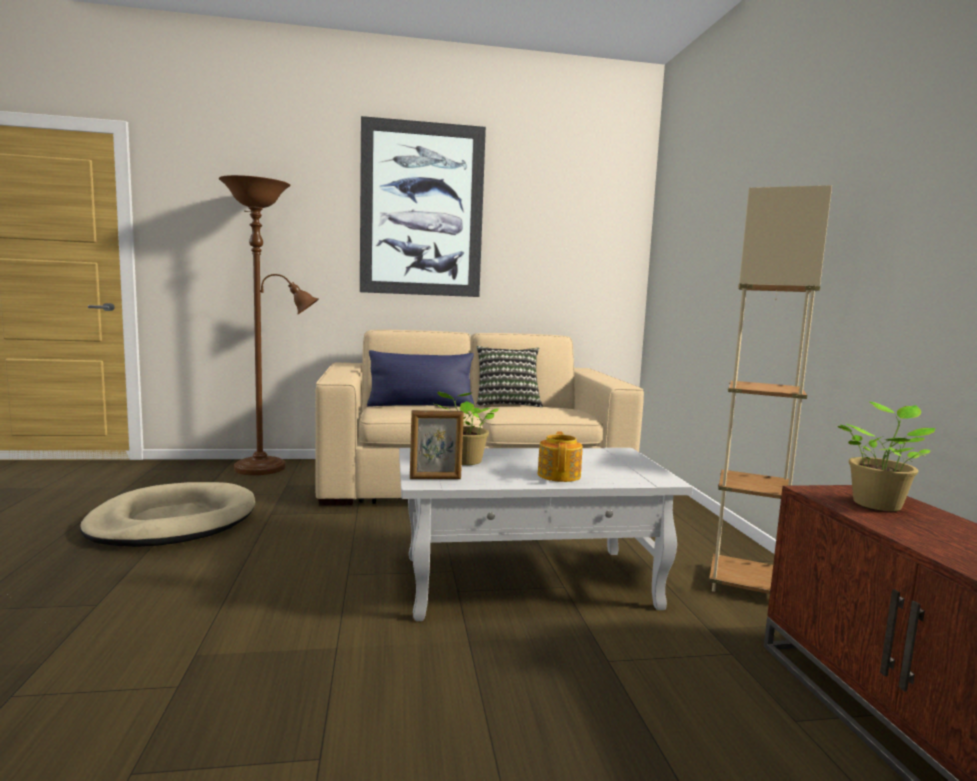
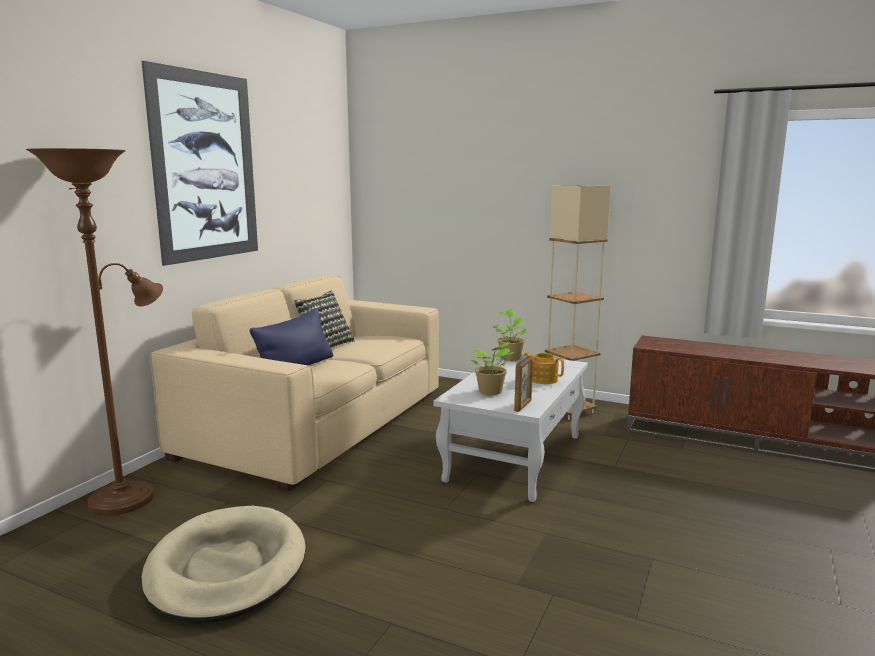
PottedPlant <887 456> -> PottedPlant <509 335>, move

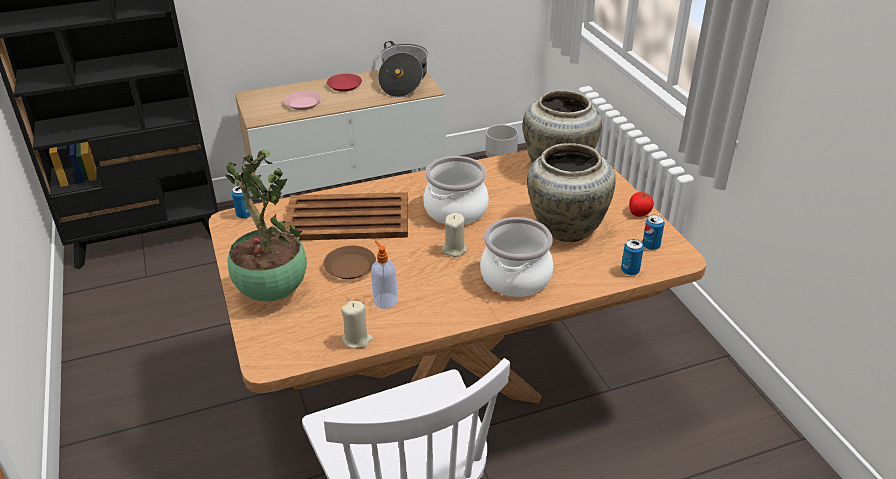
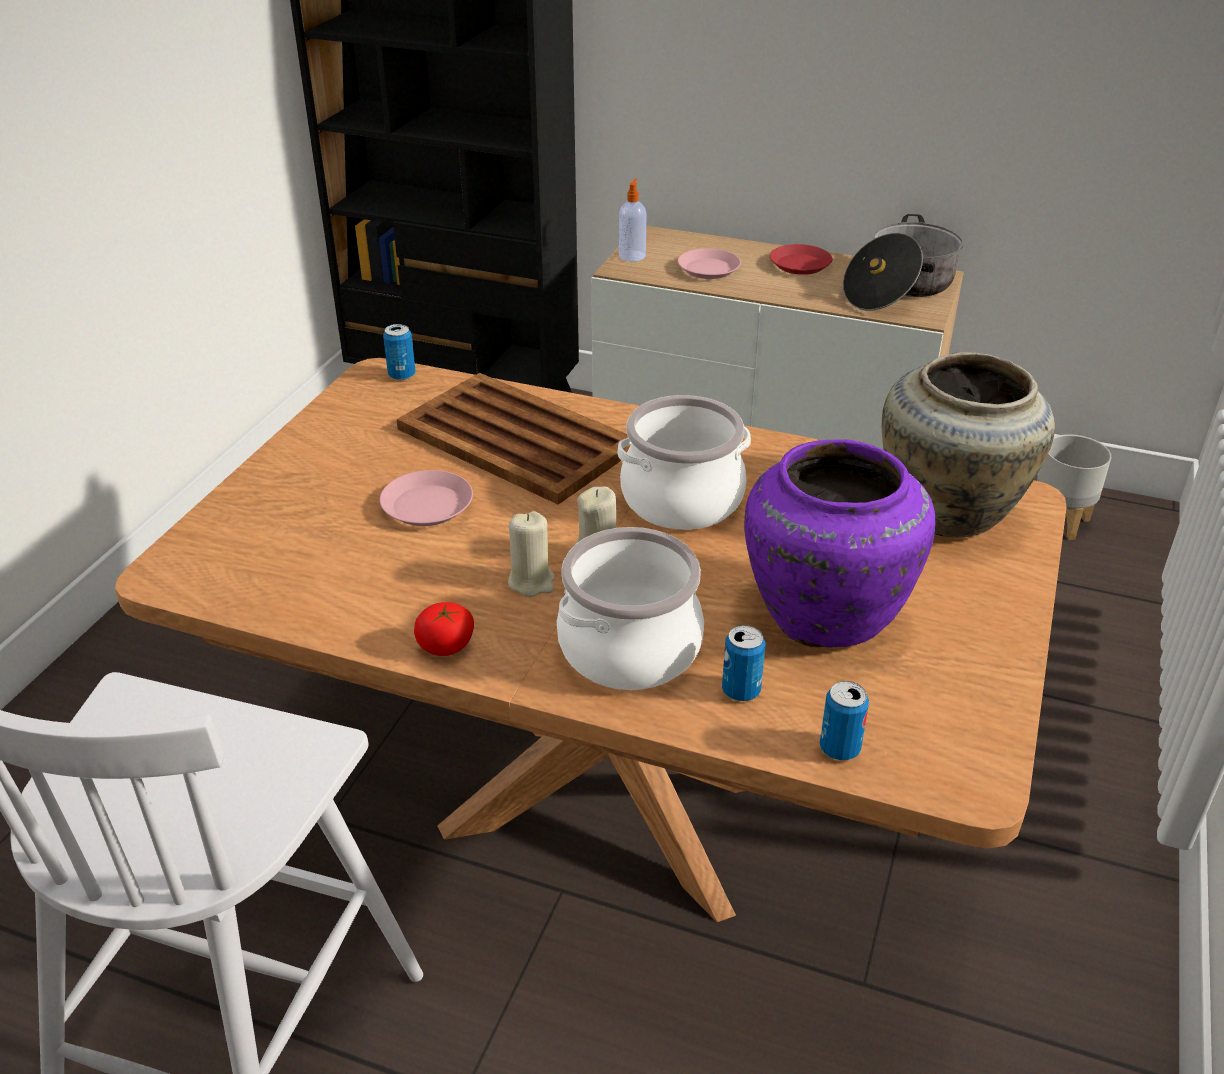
BrownPlate <349 262> -> PinkPlate <426 498>
Tomato <641 204> -> Tomato <444 629>, move
BeigeCandle <357 325> -> BeigeCandle <531 554>, move
SoapDispenser <384 274> -> SoapDispenser <632 219>, move
Can <653 232> -> Can <743 663>, move
BeigeVase <571 192> -> PurpleVase <839 543>
PottedPlant <265 225> -> none

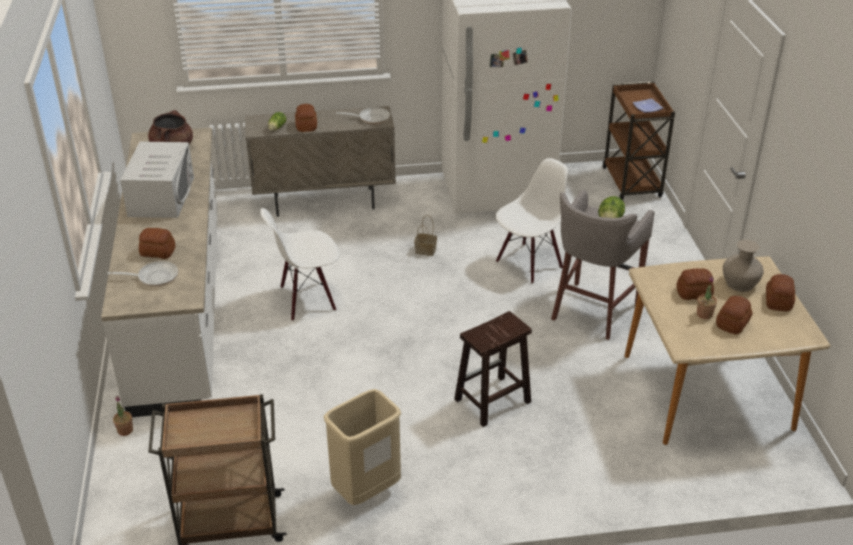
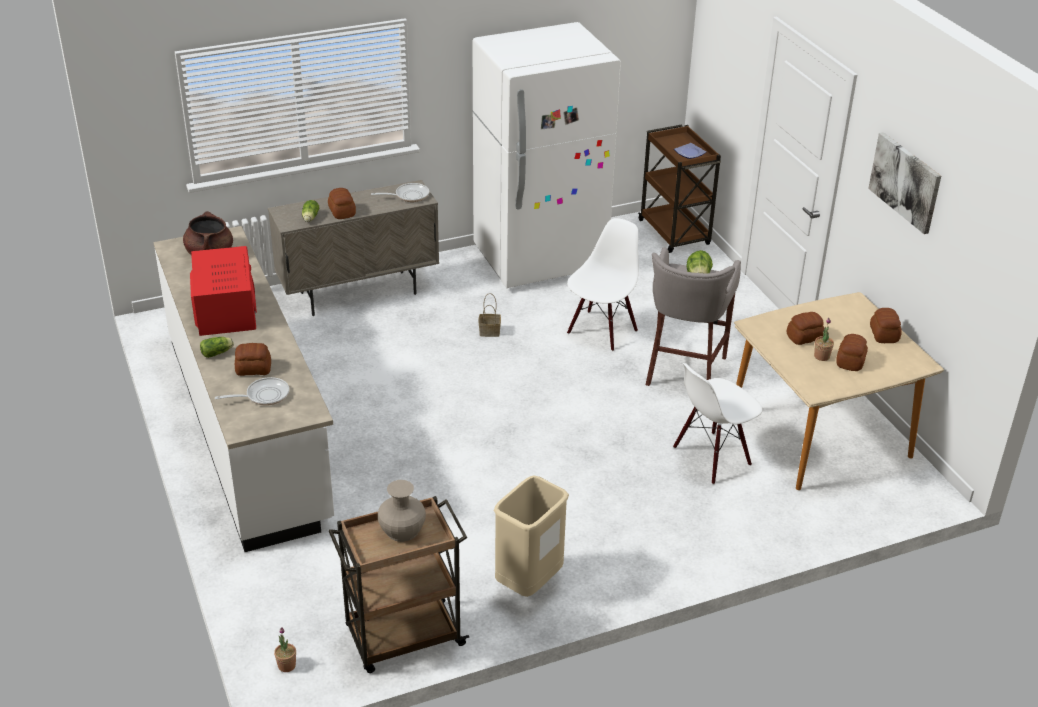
WhiteMicrowave <157 180> -> RedMicrowave <223 291>
none -> Lettuce <217 347>
PottedPlant <123 416> -> PottedPlant <285 649>, move
BeigeVase <743 266> -> BeigeVase <402 511>, move
WhiteChair <299 264> -> WhiteChair <718 424>, move
none -> Picture <904 183>
BrownStool <493 369> -> none

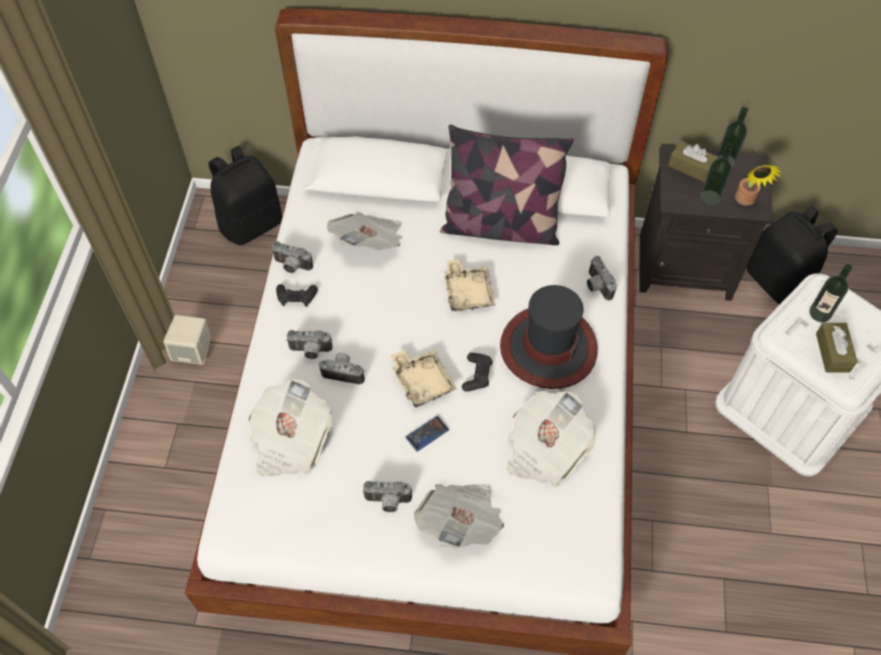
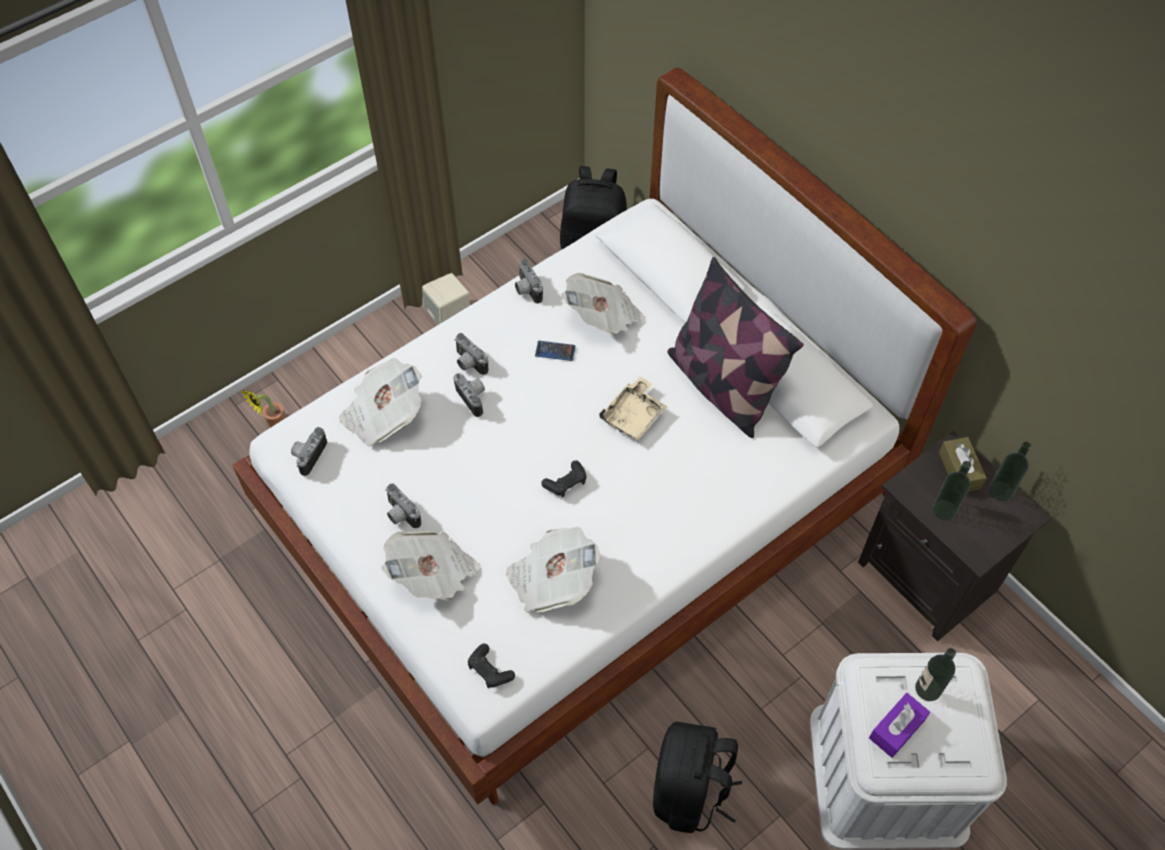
PottedPlant <758 185> -> PottedPlant <264 409>, move
PhotoCamera <602 278> -> PhotoCamera <309 451>, move
BlackGameController <297 295> -> BlackGameController <491 665>, move
Phone <427 434> -> Phone <555 351>, move
BlackBackpack <792 255> -> BlackBackpack <697 777>, move
BrownTissueBox <836 348> -> PurpleTissueBox <899 725>
BeigeTray <424 378> -> none
Hat <549 337> -> none

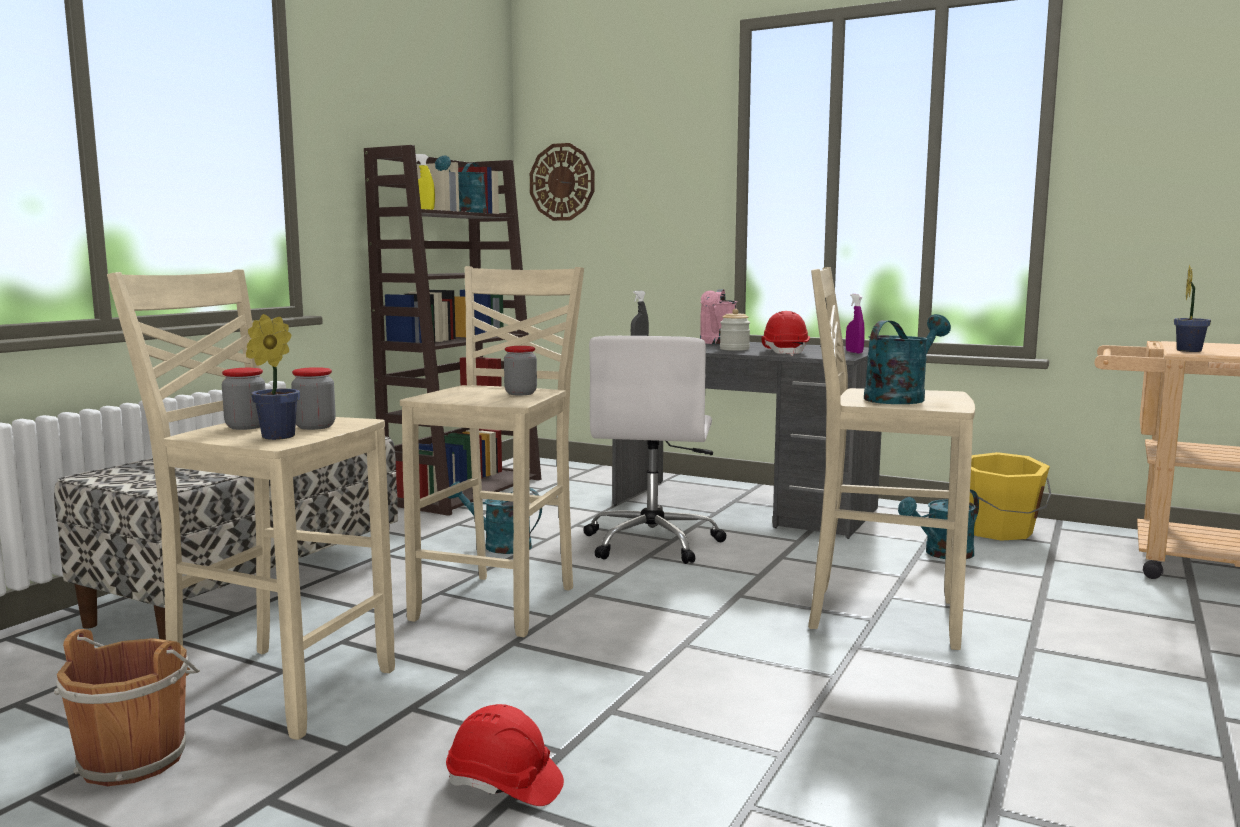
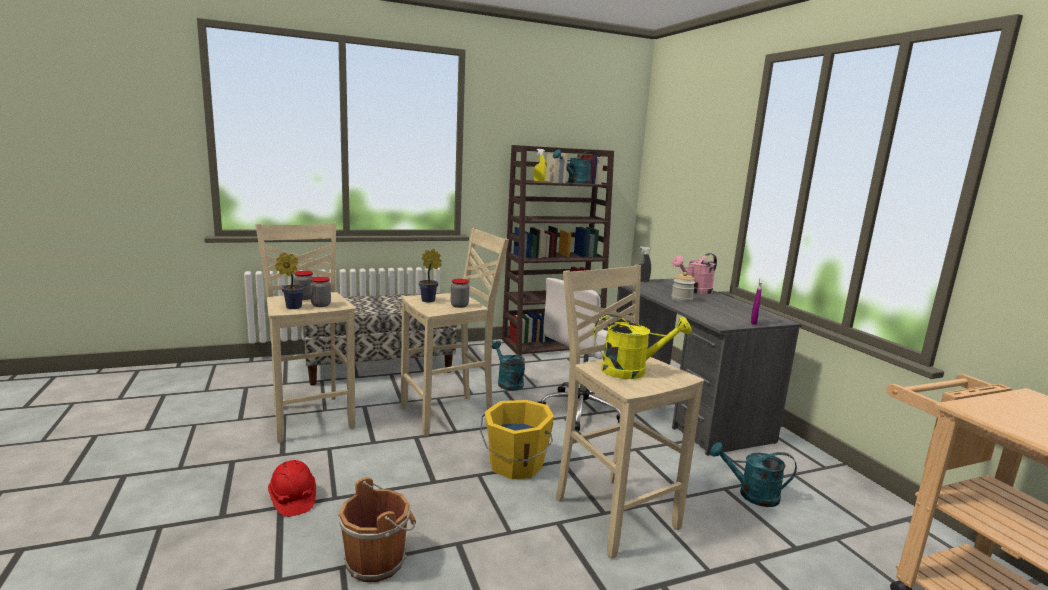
BrownBucket <127 707> -> BrownBucket <377 529>, move
PottedPlant <1192 308> -> PottedPlant <430 275>, move
YellowBucket <1010 496> -> YellowBucket <517 439>, move
TurquoiseWateringCan <907 359> -> YellowWateringCan <643 346>
WallClock <562 182> -> none
RedHardHat <786 333> -> none

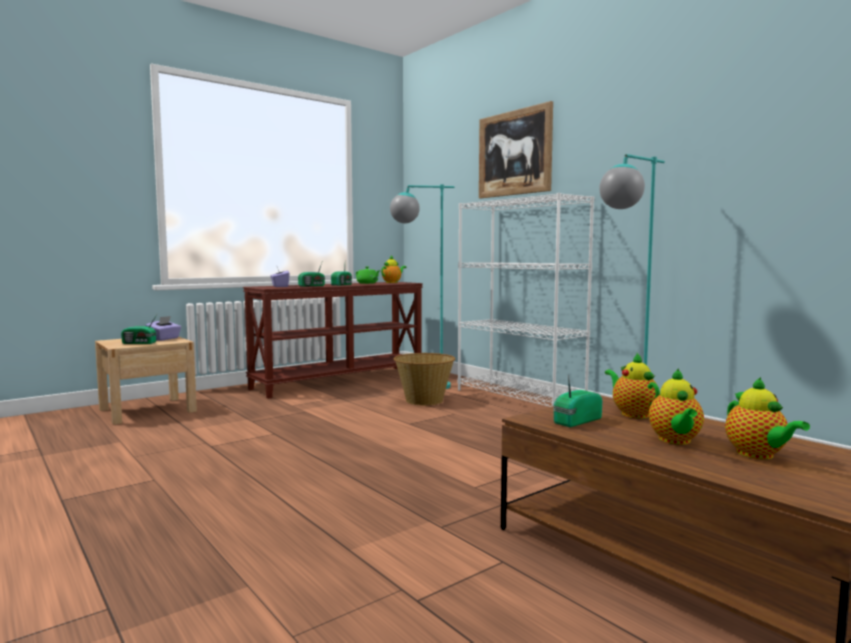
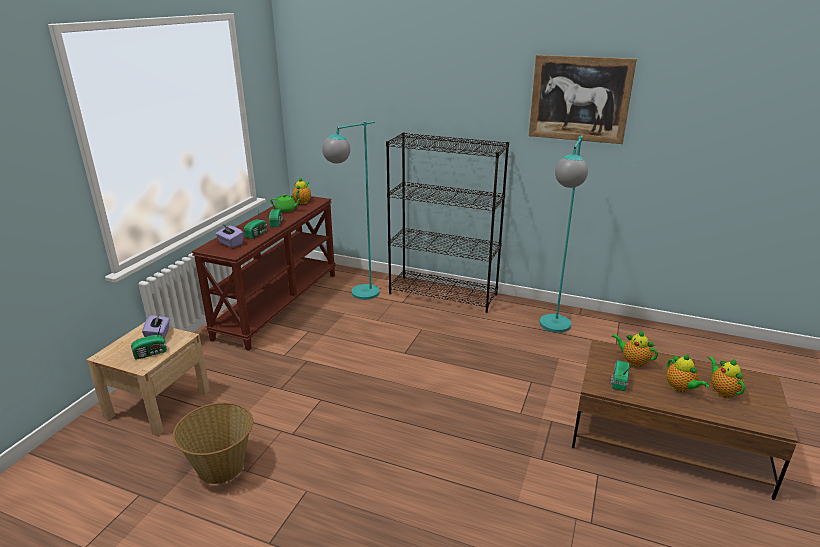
Basket <424 379> -> Basket <213 443>, move
WhiteBookcase <526 300> -> BlackBookcase <447 222>
Picture <516 149> -> Picture <583 99>, move
Teapot <767 418> -> Teapot <726 377>, 150 degrees counterclockwise

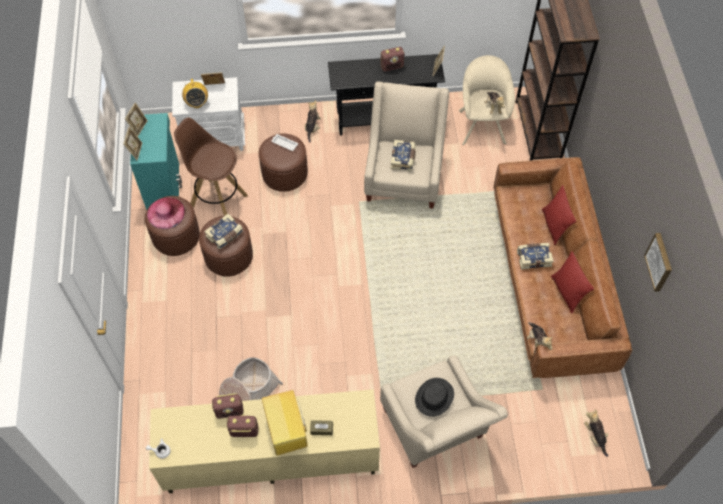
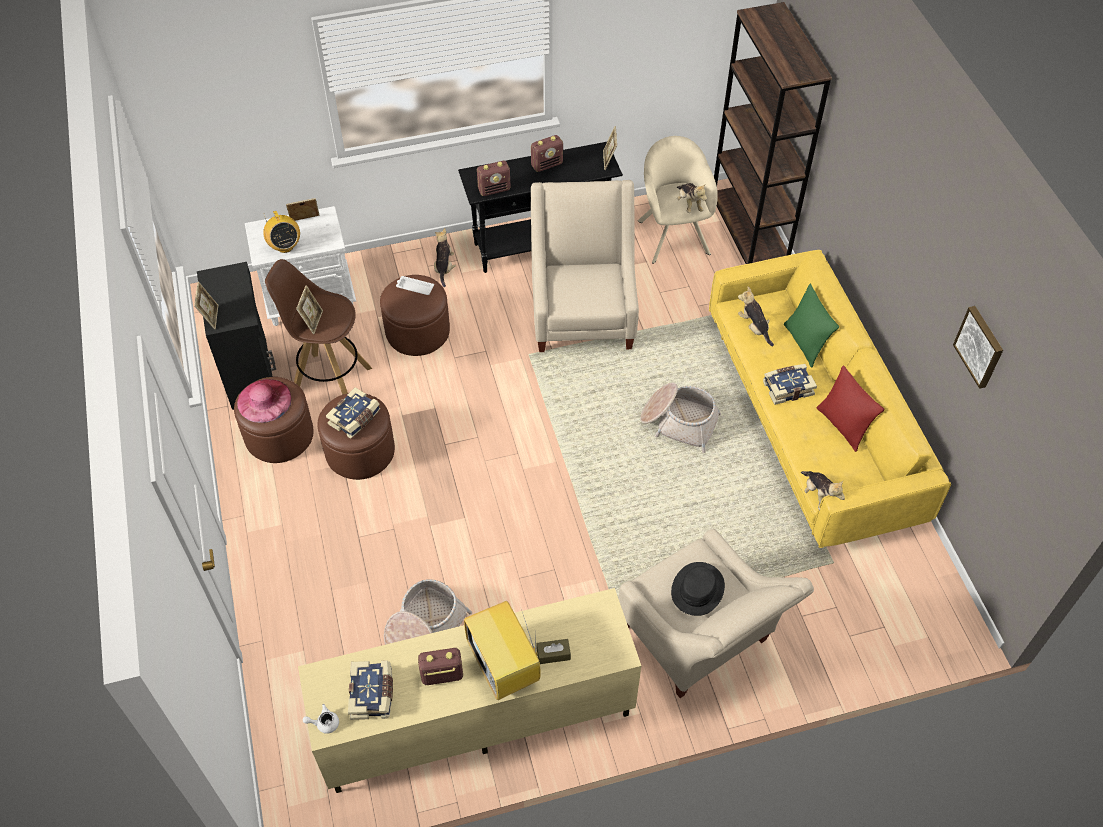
TurquoiseCabinet <156 161> -> BlackCabinet <236 336>
PictureFrame <136 119> -> PictureFrame <309 309>, move
Book <403 155> -> Book <370 690>, move
Radio <228 406> -> Radio <494 178>, move
none -> Basket <680 418>
BrownSofa <563 267> -> YellowSofa <830 399>
PlushToy <596 433> -> PlushToy <756 316>, move
RedPillow <559 215> -> GreenPillow <811 325>

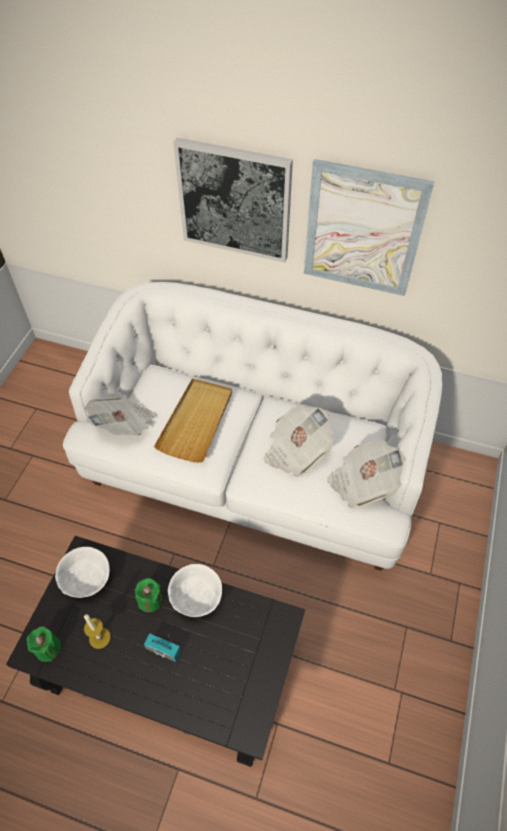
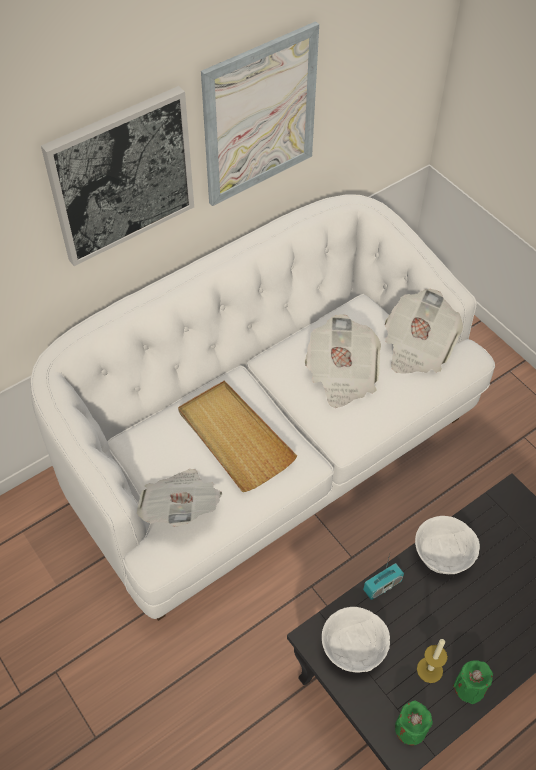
Radio <162 647> -> Radio <383 575>, move
GreenCandle <148 595> -> GreenCandle <473 682>, move

